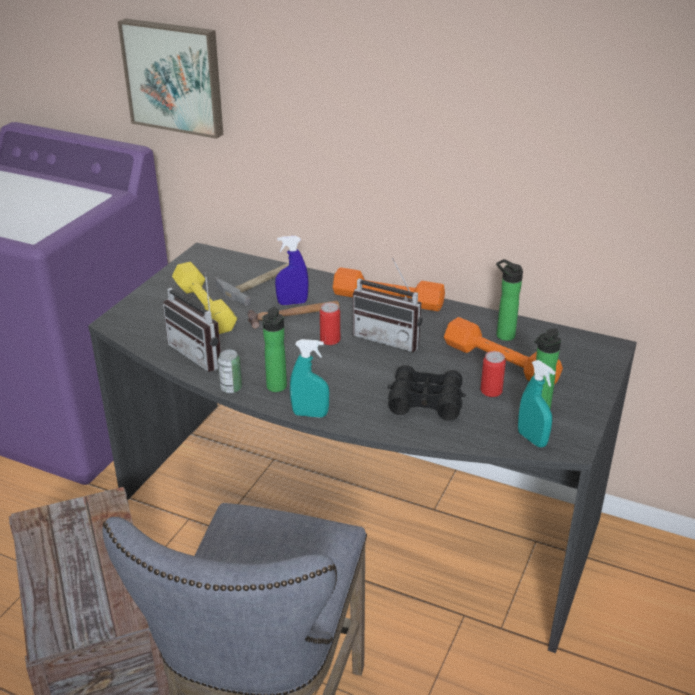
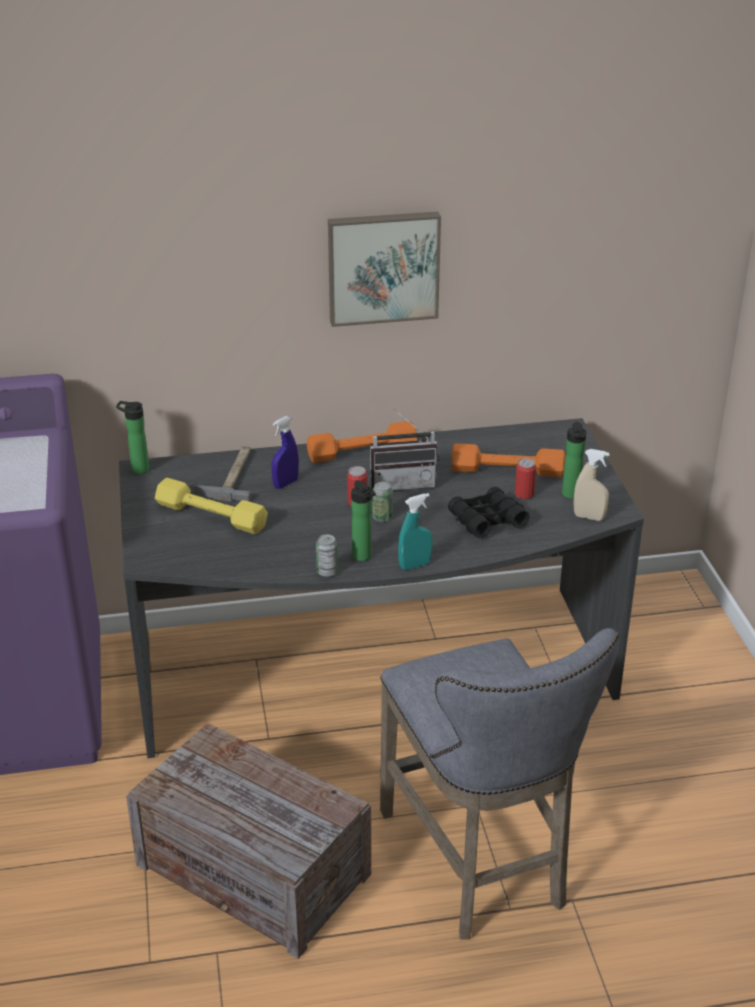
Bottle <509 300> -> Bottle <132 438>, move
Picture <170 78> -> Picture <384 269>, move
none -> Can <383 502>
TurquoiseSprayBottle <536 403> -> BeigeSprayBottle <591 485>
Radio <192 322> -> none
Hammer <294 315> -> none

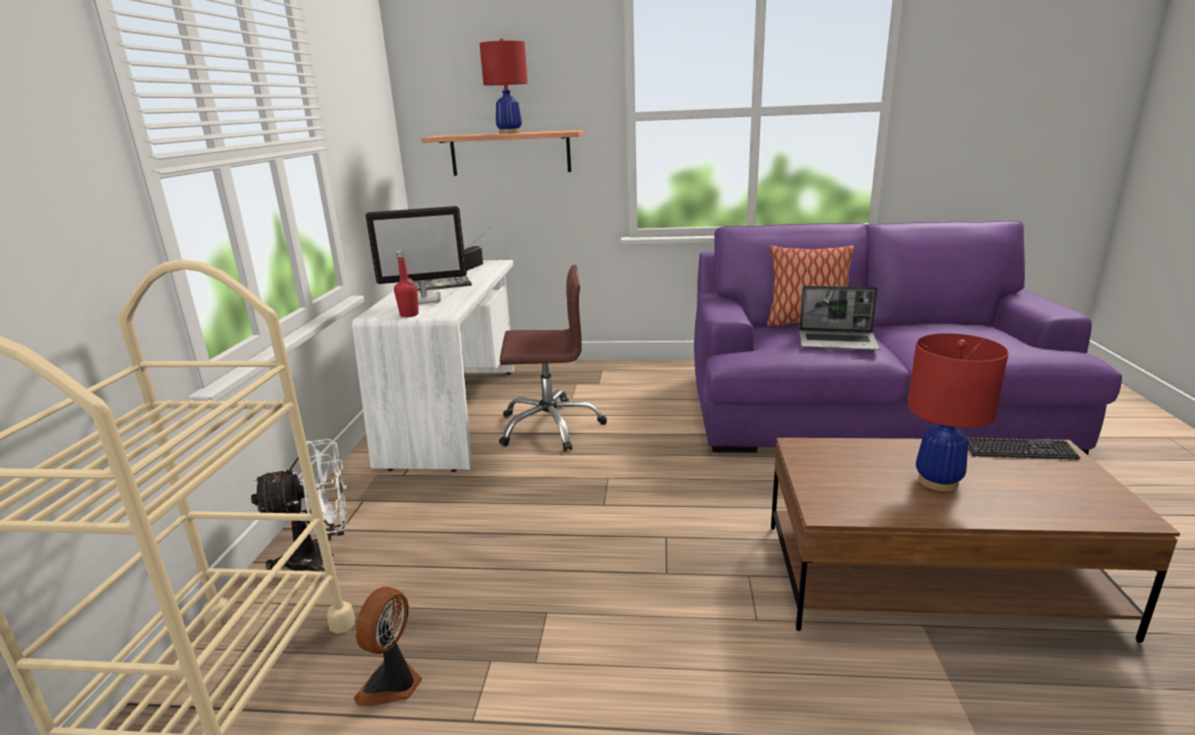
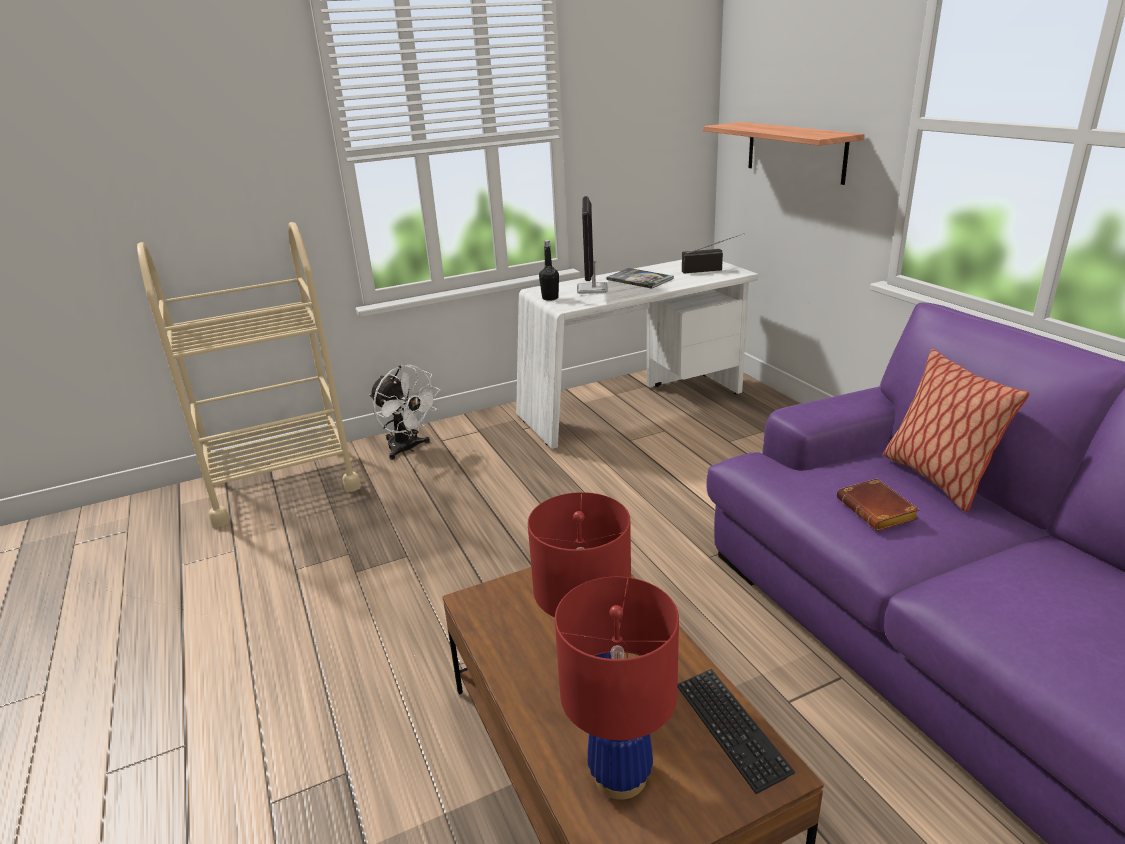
RedBottle <406 283> -> BlackBottle <549 270>
RedTableLamp <504 86> -> RedTableLamp <617 688>, move
Monitor <416 255> -> Monitor <592 245>, 45 degrees clockwise
Laptop <839 318> -> BrownBook <877 505>
Fan <387 646> -> none
BrownOfficeChair <553 358> -> none

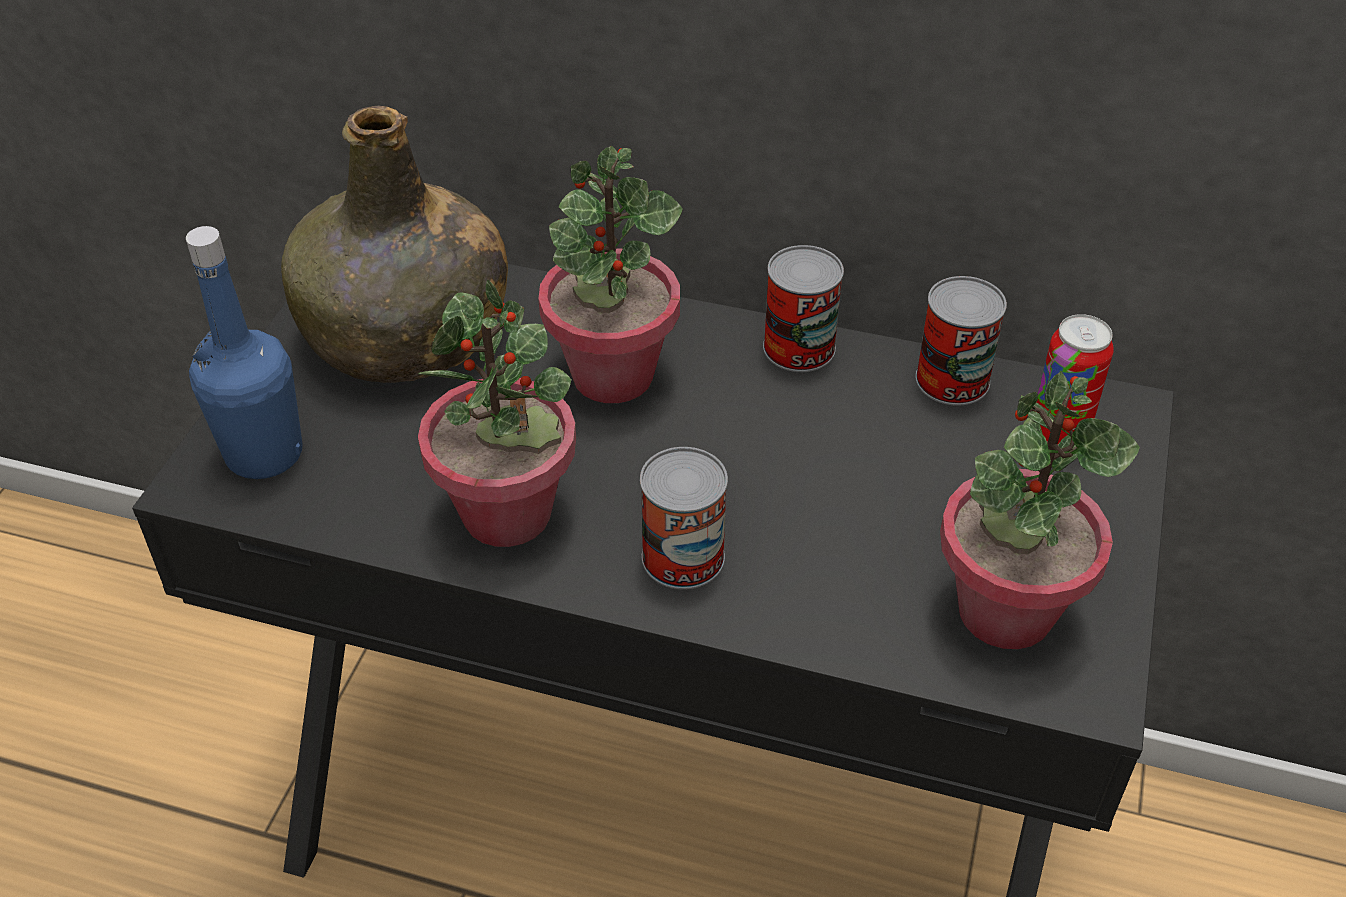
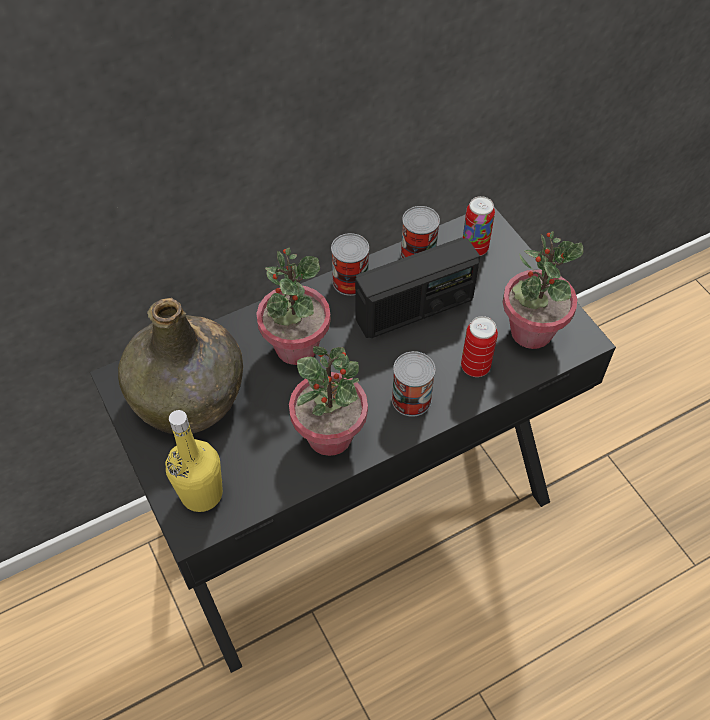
BlueBottle <244 352> -> YellowBottle <194 461>
none -> Radio <417 287>
none -> Can <479 346>

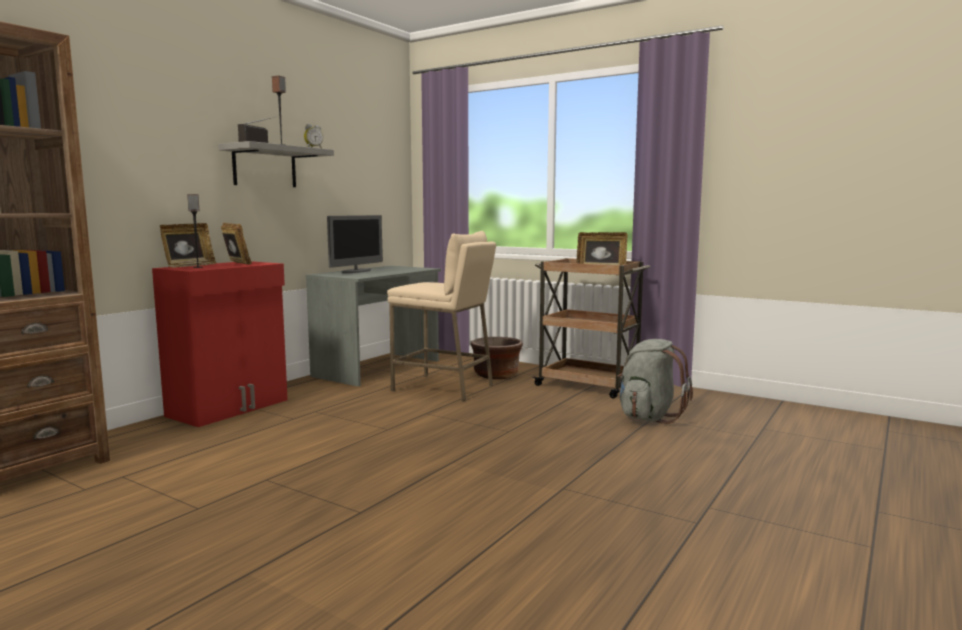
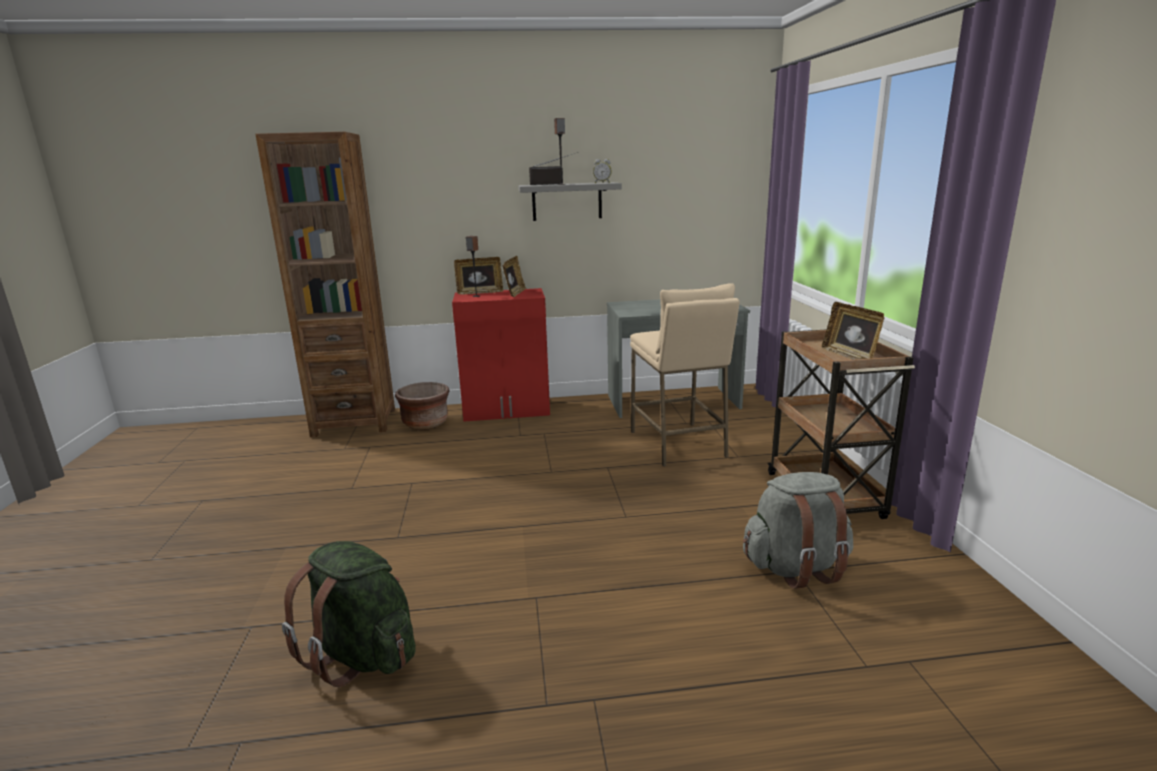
none -> GreenBackpack <349 614>
BrownPlanter <497 358> -> BrownPlanter <422 406>, move
Monitor <355 244> -> none

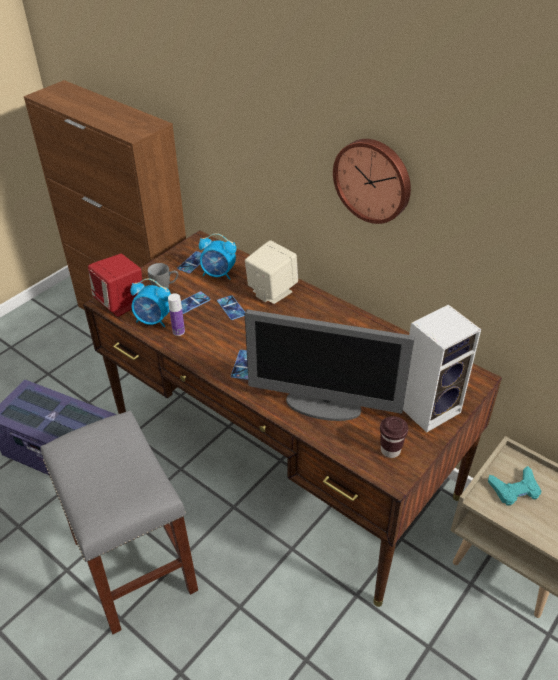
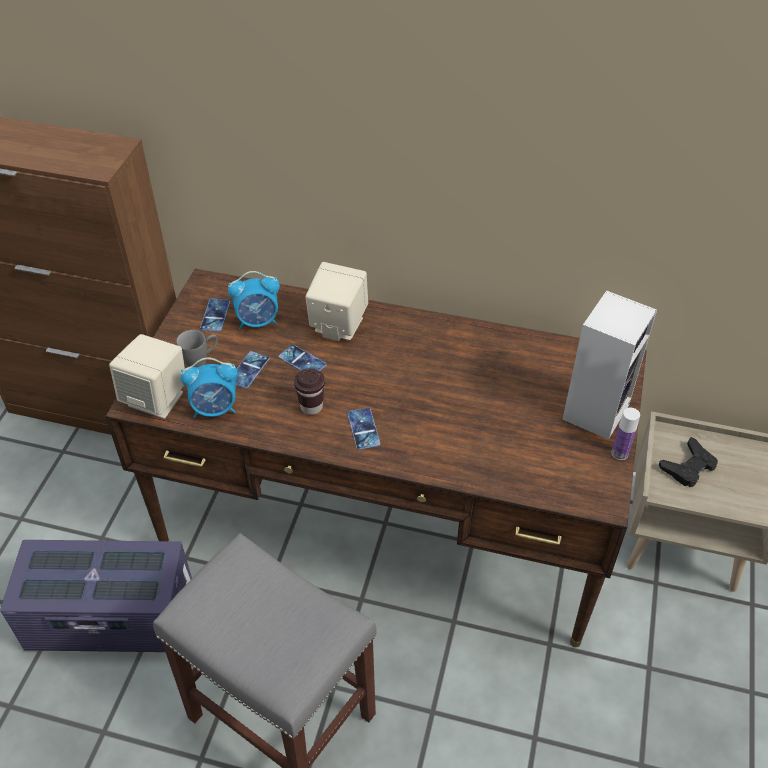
RedSpeaker <115 285> -> BeigeSpeaker <147 376>
BrownCup <394 437> -> BrownCup <309 392>, move
Bottle <176 314> -> Bottle <625 434>, move
TurquoiseGameController <514 486> -> BlackGameController <688 462>
Monitor <329 365> -> none
WallClock <372 181> -> none

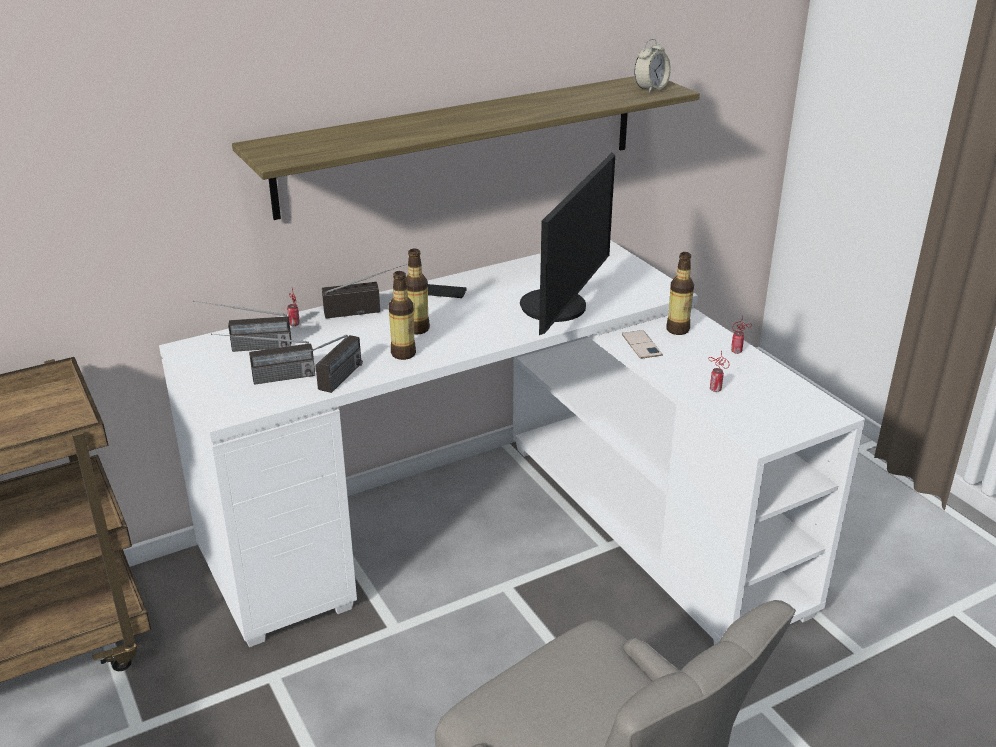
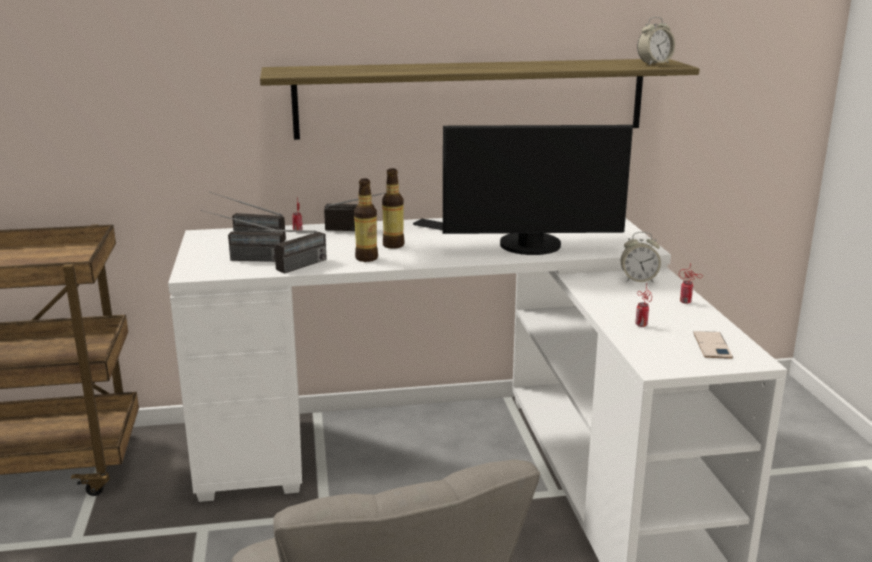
Monitor <567 243> -> Monitor <538 190>, 45 degrees clockwise
Bottle <680 293> -> AlarmClock <641 257>
Phone <642 344> -> Phone <713 345>, move

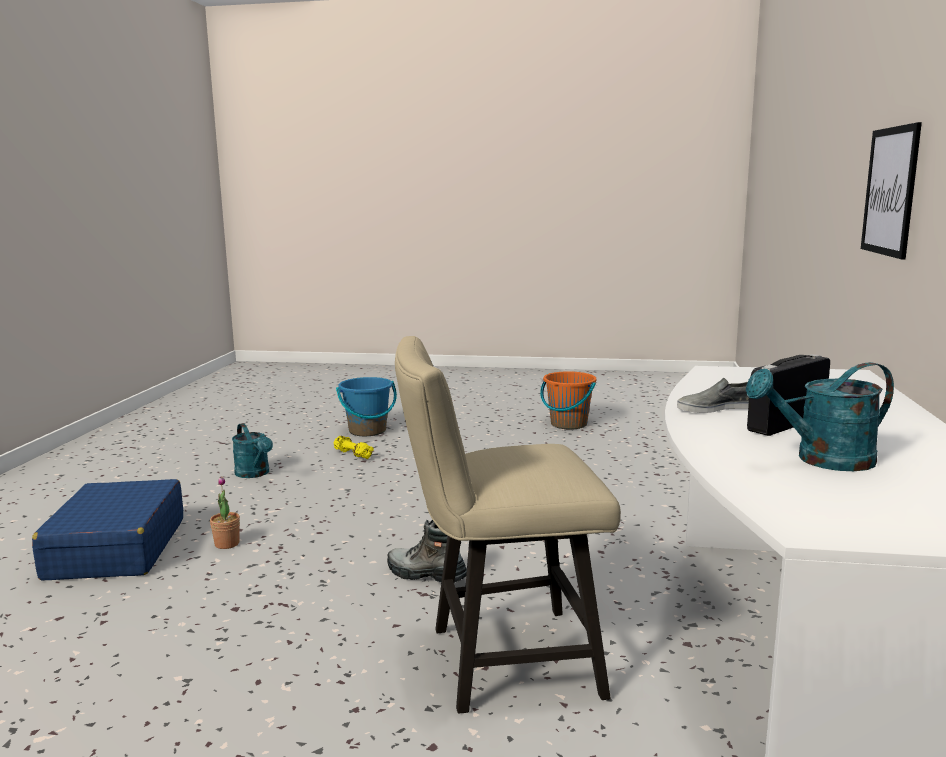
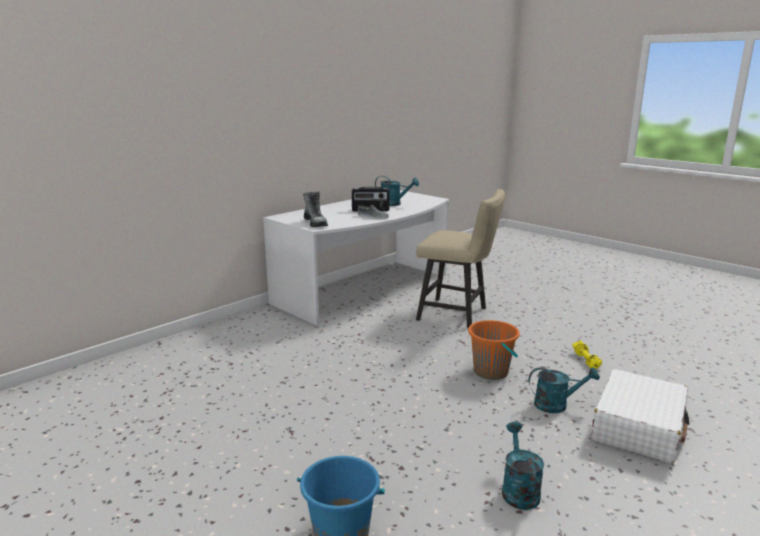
Boot <427 551> -> Boot <315 209>, move
OrangeBucket <568 400> -> OrangeBucket <494 350>, move
PottedPlant <225 512> -> TurquoiseWateringCan <564 390>
YellowDumbbell <354 447> -> YellowDumbbell <587 355>, move
BlueSuitcase <107 529> -> WhiteSuitcase <640 416>
Picture <891 190> -> none

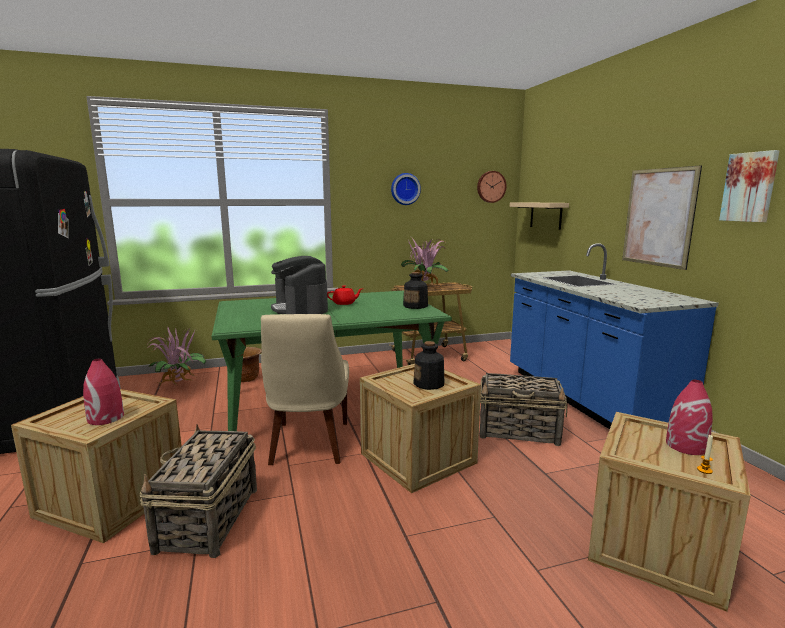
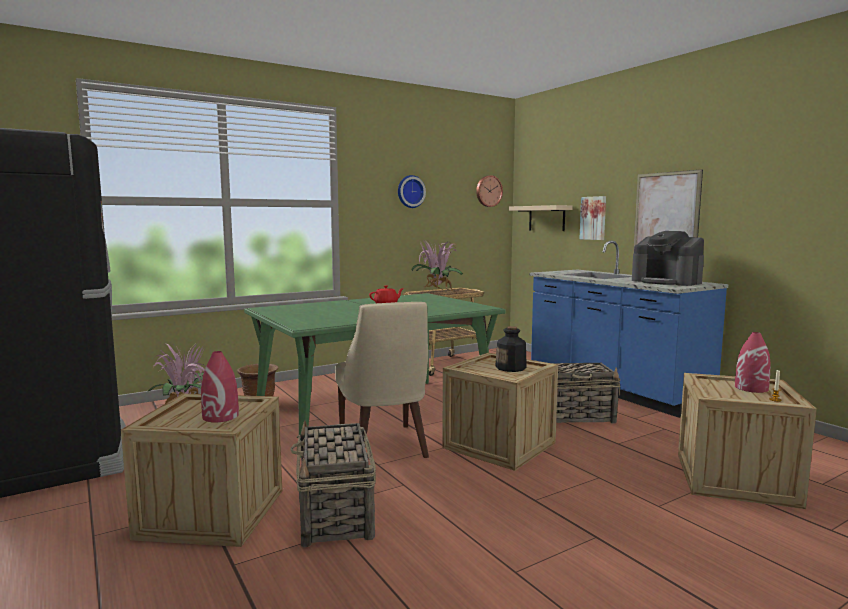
Picture <749 186> -> Picture <592 218>, move
CoffeeMachine <299 285> -> CoffeeMachine <668 258>, move
Bottle <415 290> -> none

